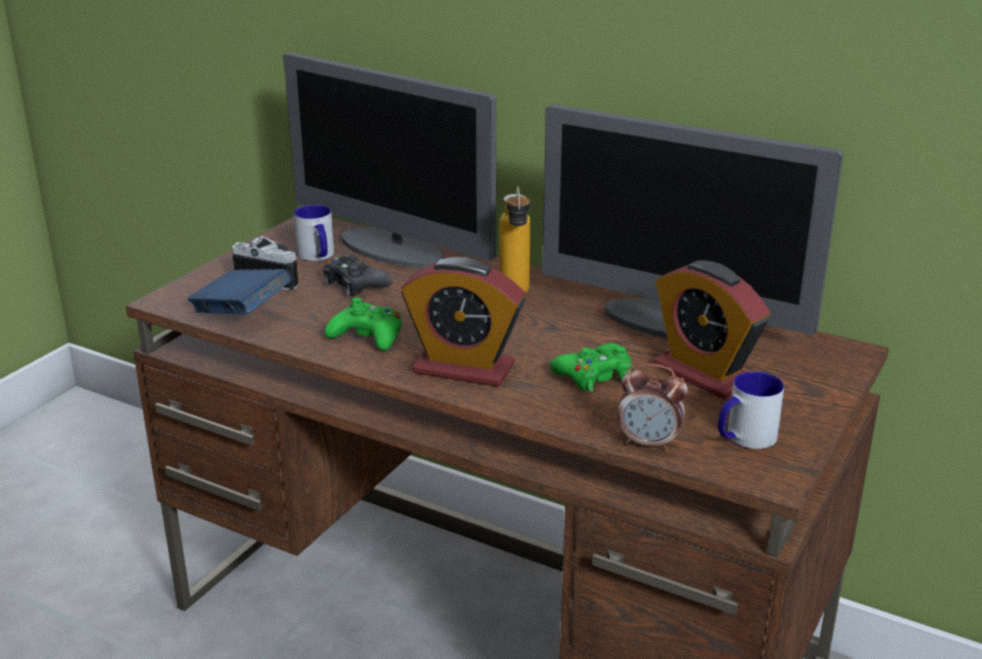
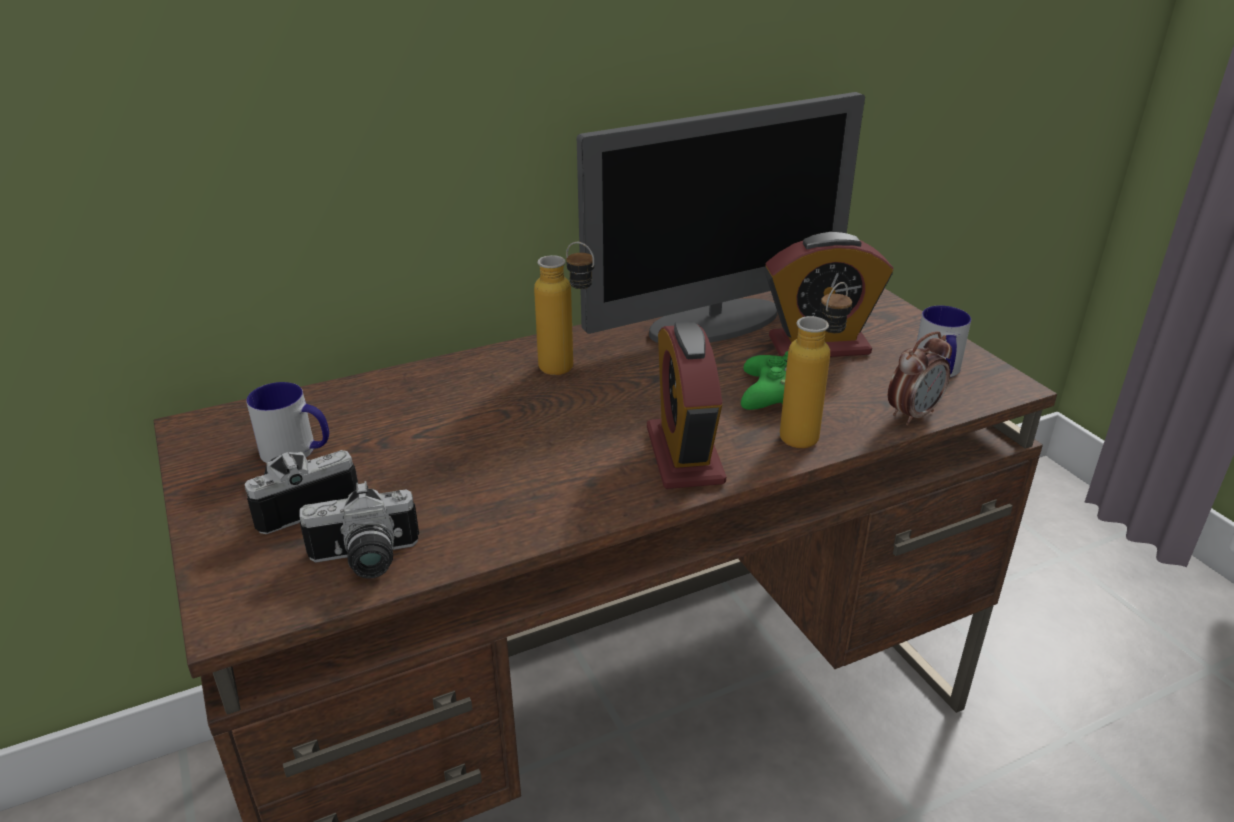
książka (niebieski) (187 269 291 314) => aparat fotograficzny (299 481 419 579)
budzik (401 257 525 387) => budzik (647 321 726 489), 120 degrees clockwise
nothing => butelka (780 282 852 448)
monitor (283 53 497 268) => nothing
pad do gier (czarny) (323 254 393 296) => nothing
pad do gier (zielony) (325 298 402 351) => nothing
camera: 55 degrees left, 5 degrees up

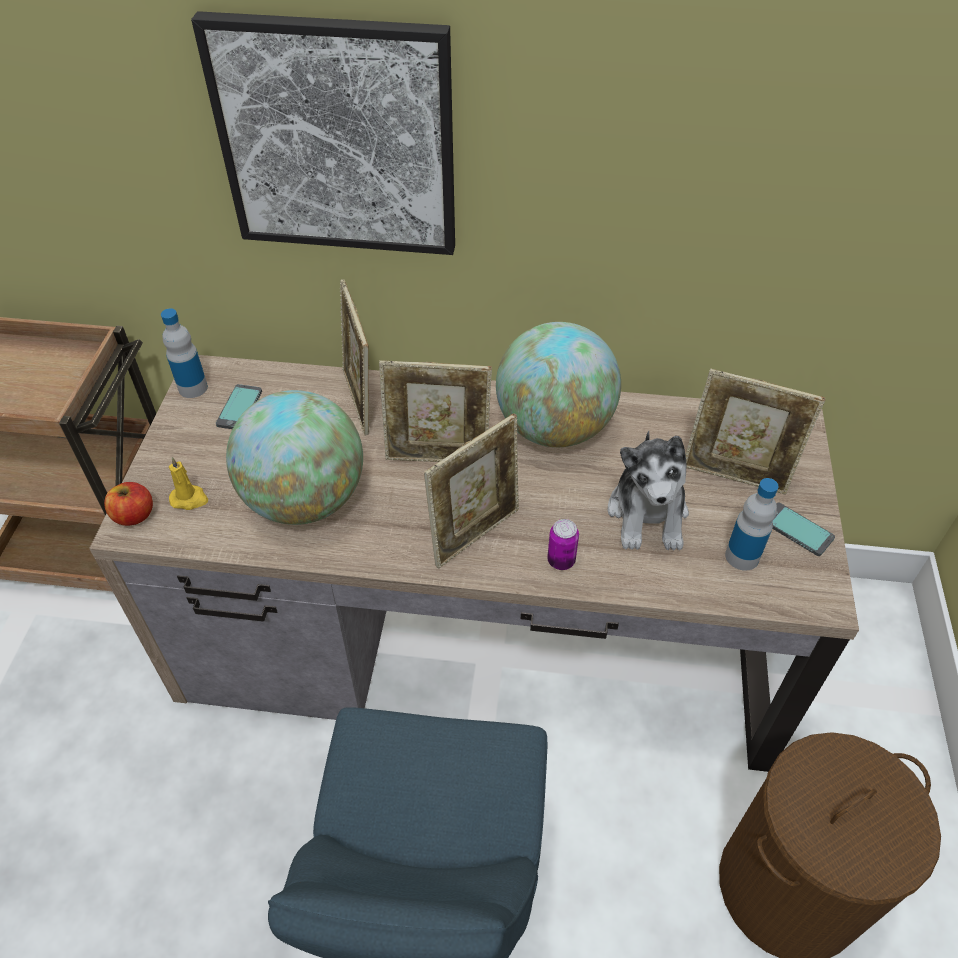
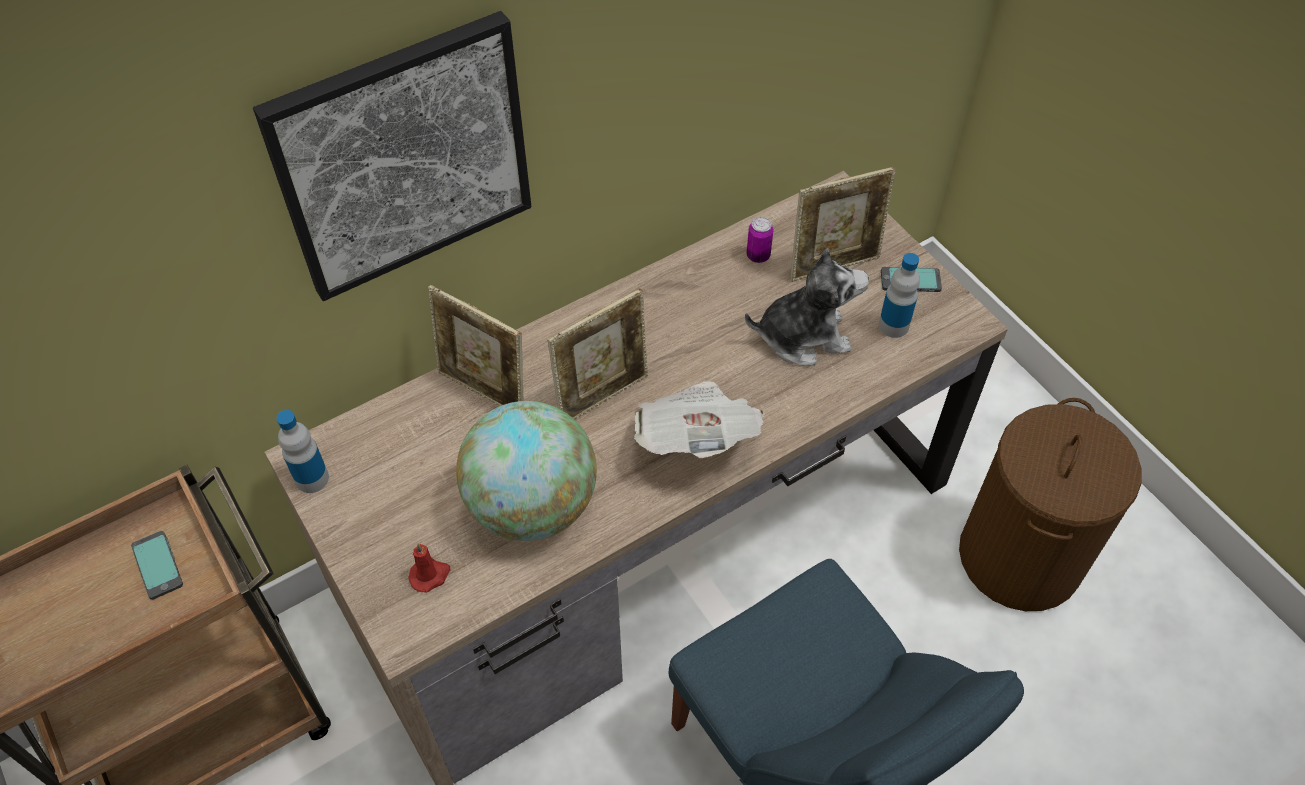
telefon (216 384 262 429) => telefon (131 531 183 600), relocated
świeca (żółty) (169 457 208 510) => świeca (czerwony) (409 543 450 592)
ramka na zdjęcie (424 413 519 569) => gazeta (634 381 764 458)
pluszak (608 431 689 551) => pluszak (745 248 869 366), 60 degrees counterclockwise
puszka (547 519 579 570) => puszka (746 217 774 263), relocated
jabłko (104 482 153 526) => nothing
globus (496 322 621 447) => nothing
camera: 40 degrees left, 5 degrees up

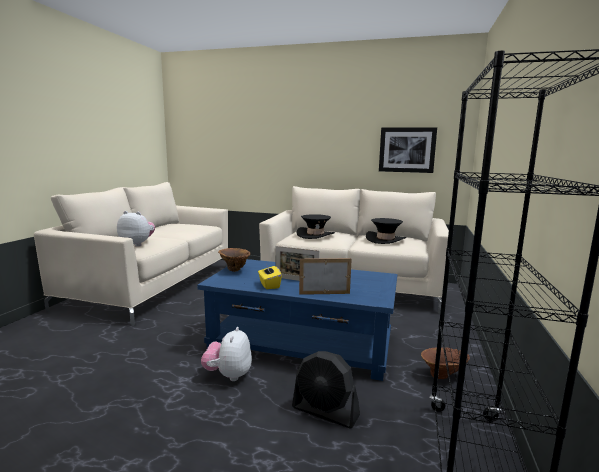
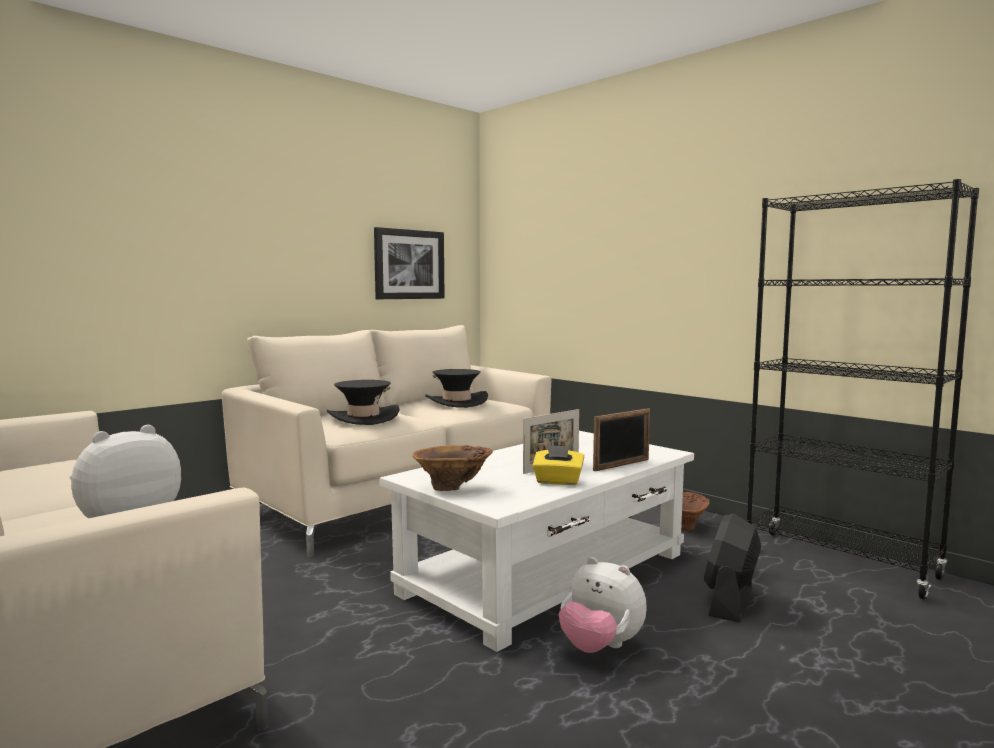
ława (niebieski) (197 259 398 381) => ława (biały) (380 431 694 652)
ramka na zdjęcie (299 258 352 295) => ramka na zdjęcie (593 408 650 471), 150 degrees counterclockwise
wentylator (czarny) (292 351 360 429) => wentylator (czarny) (704 513 762 623), 150 degrees clockwise
camera: 60 degrees left, 5 degrees down

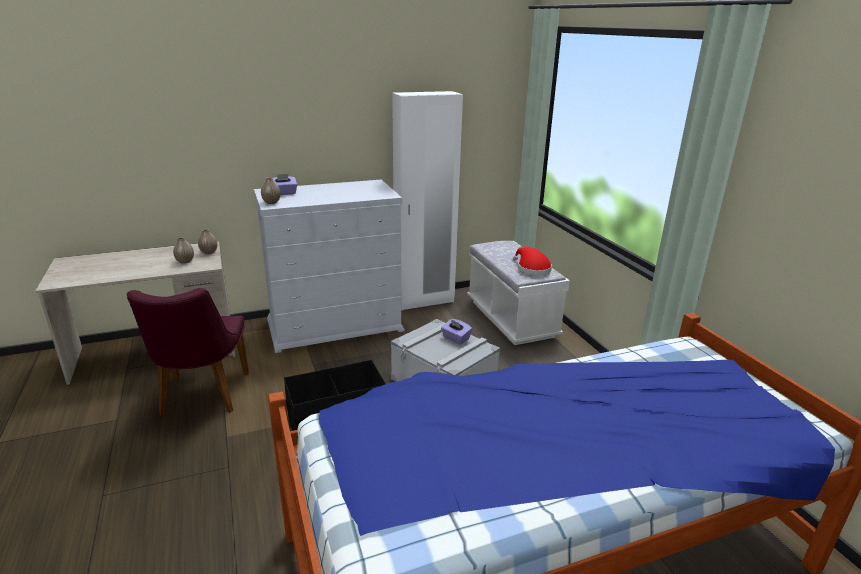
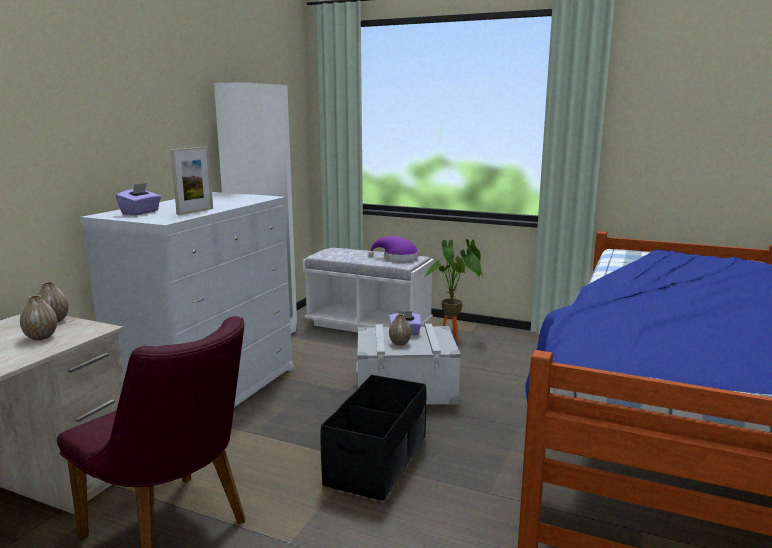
nothing => ramka na zdjęcie (171 147 213 215)
kapelusz (czerwony) (513 247 552 275) => kapelusz (fioletowy) (368 236 419 260)
wazon (261 177 281 204) => wazon (389 314 411 345), relocated
nothing => roślina doniczkowa (425 239 483 340)
camera: 45 degrees left, 10 degrees down

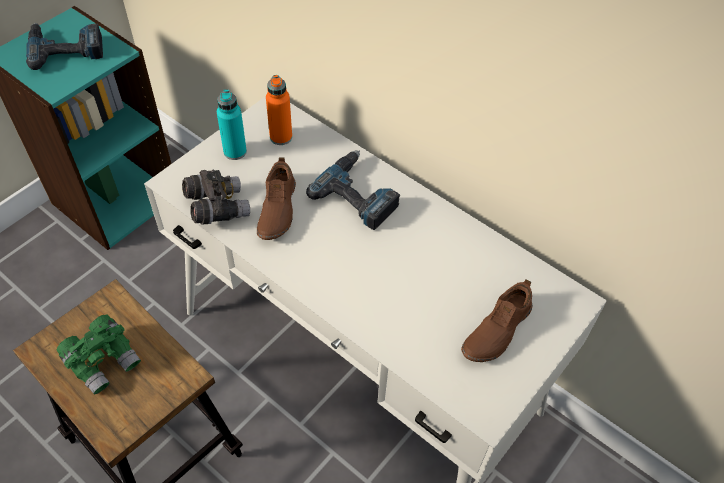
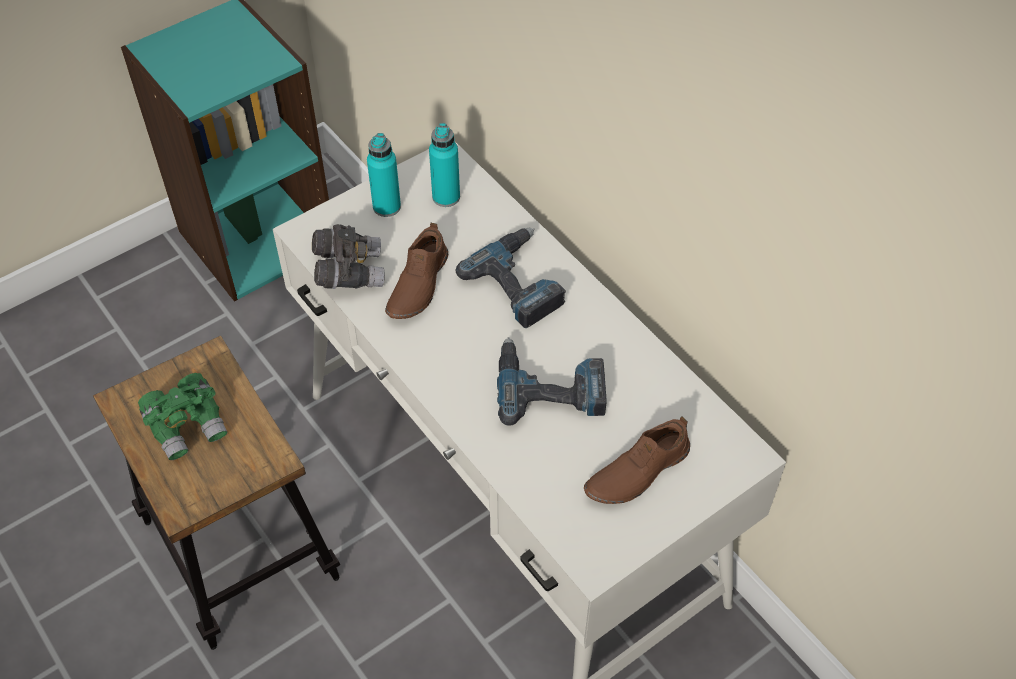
butelka (pomarańczowy) (266 75 292 145) => butelka (turkusowy) (429 123 460 207)
wiertarka (26 23 103 70) => wiertarka (497 337 607 426), relocated
camera: 15 degrees right, 0 degrees up

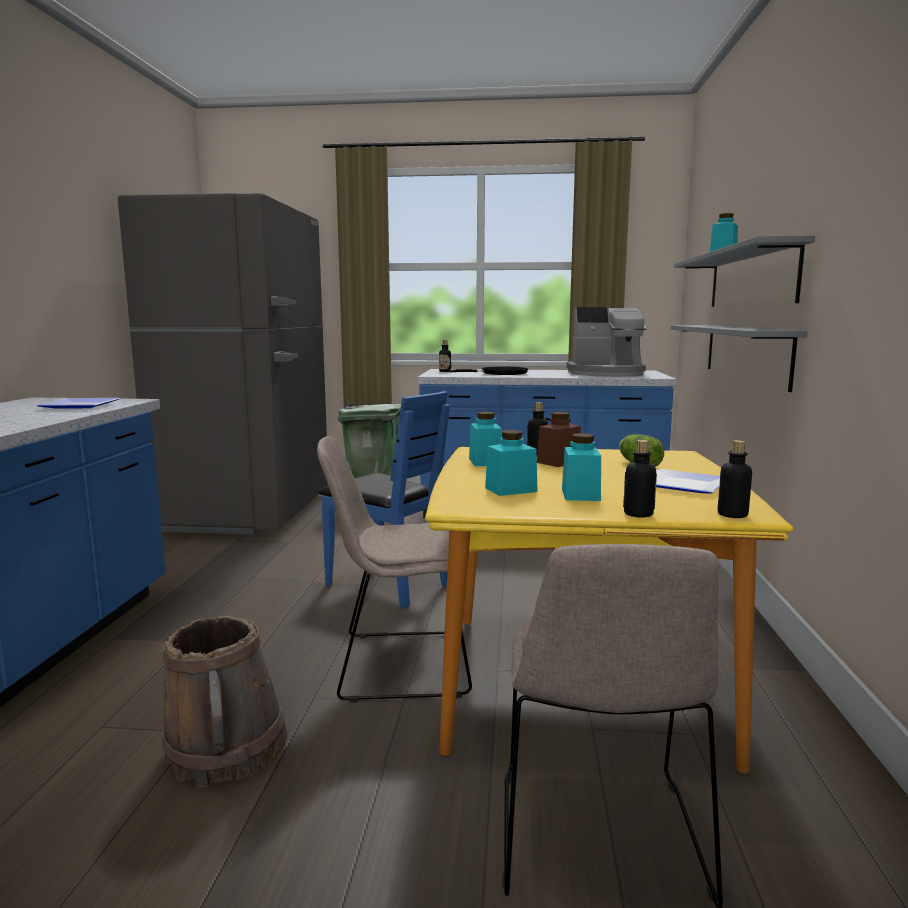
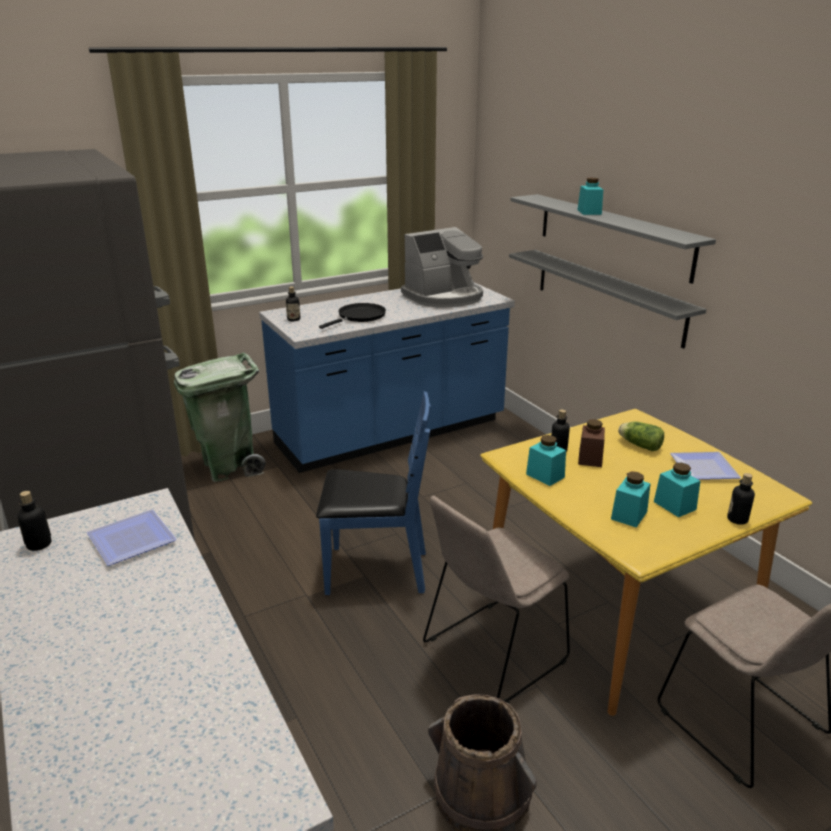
butelka (718 440 752 518) => butelka (17 491 52 551), relocated
camera: 35 degrees left, 15 degrees up

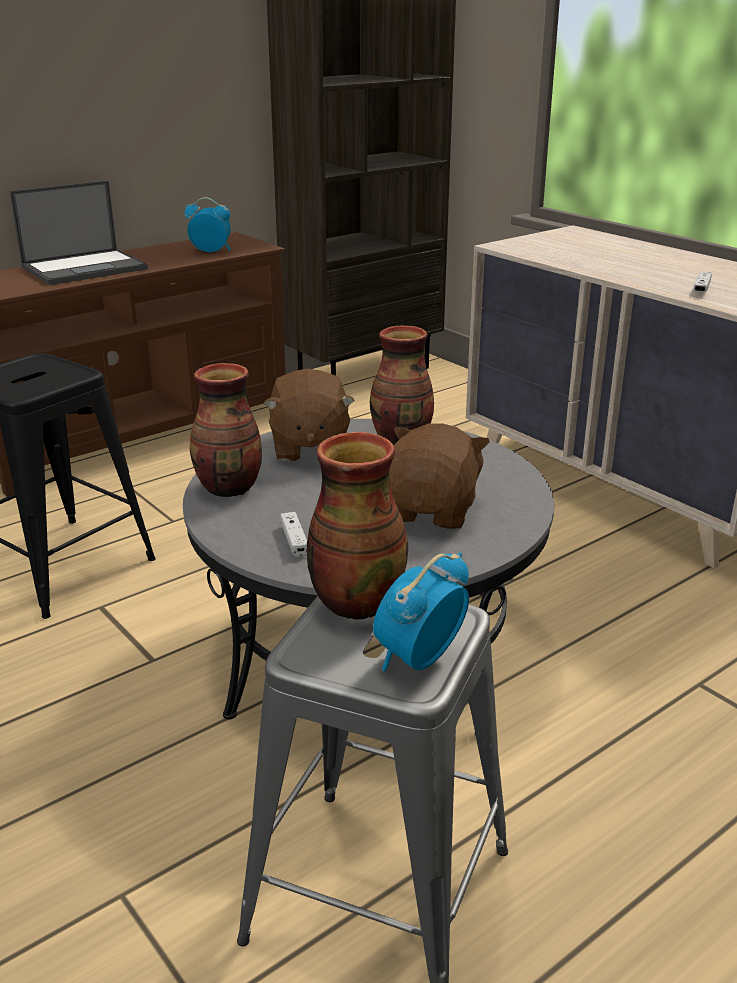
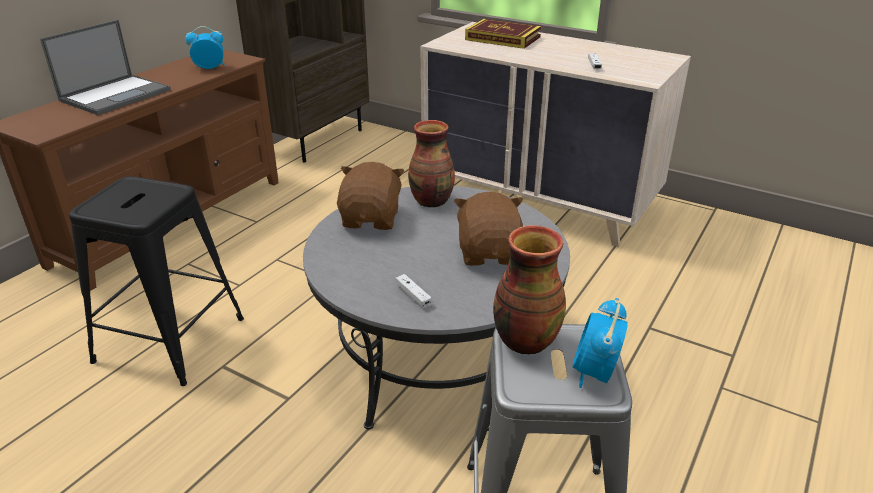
pluszak (brązowy) (263 368 355 462) => pluszak (brązowy) (337 162 404 230), 150 degrees counterclockwise
nothing => książka (465 19 541 49)
wazon (190 363 262 497) => nothing
camera: 20 degrees left, 5 degrees up

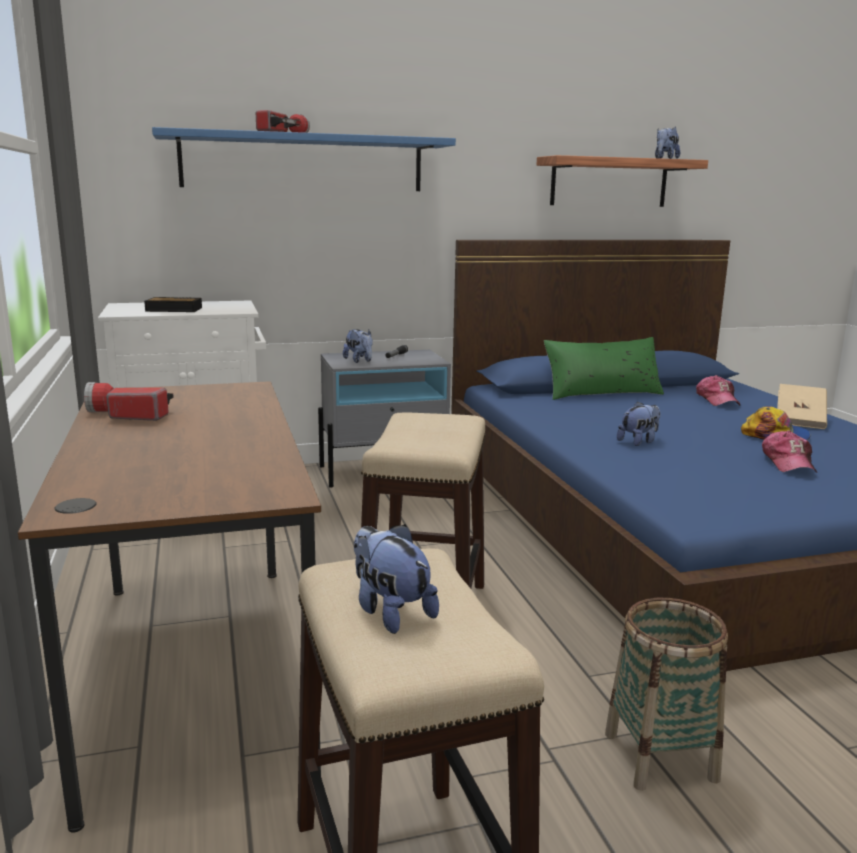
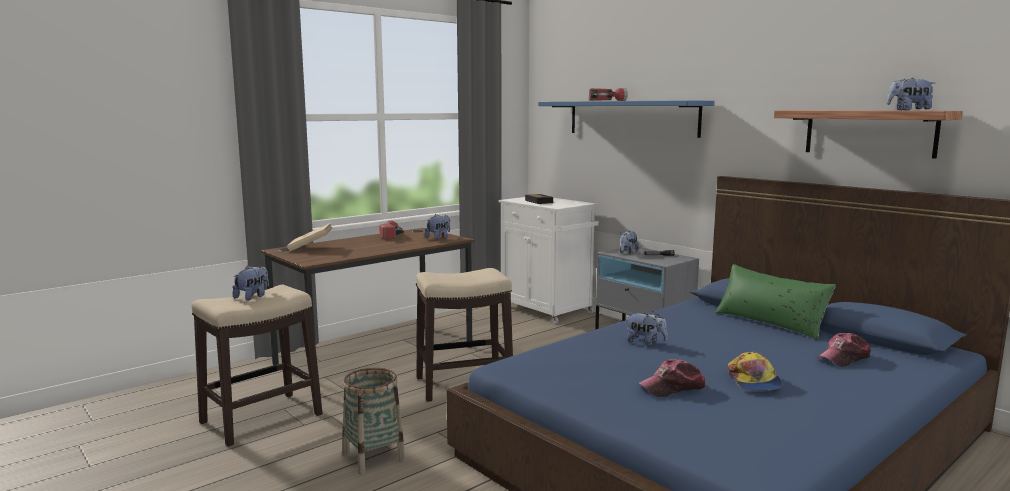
książka (beżowy) (777 384 827 429) => książka (beżowy) (287 223 333 251), relocated
nothing => pluszak (425 214 450 240)
camera: 65 degrees right, 5 degrees down

